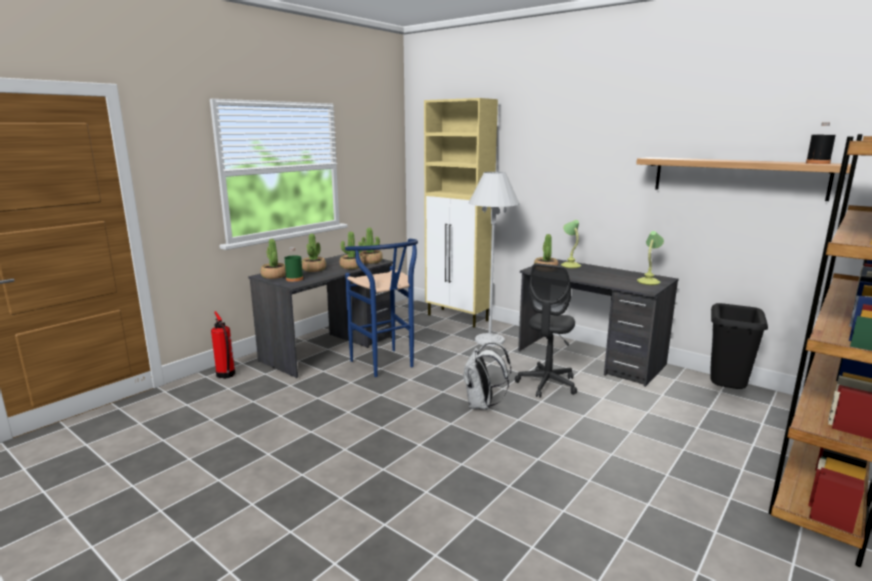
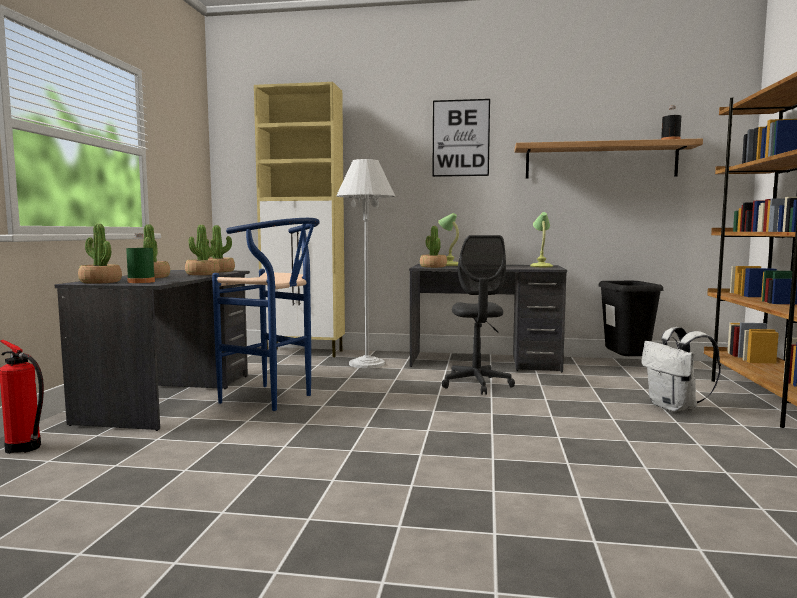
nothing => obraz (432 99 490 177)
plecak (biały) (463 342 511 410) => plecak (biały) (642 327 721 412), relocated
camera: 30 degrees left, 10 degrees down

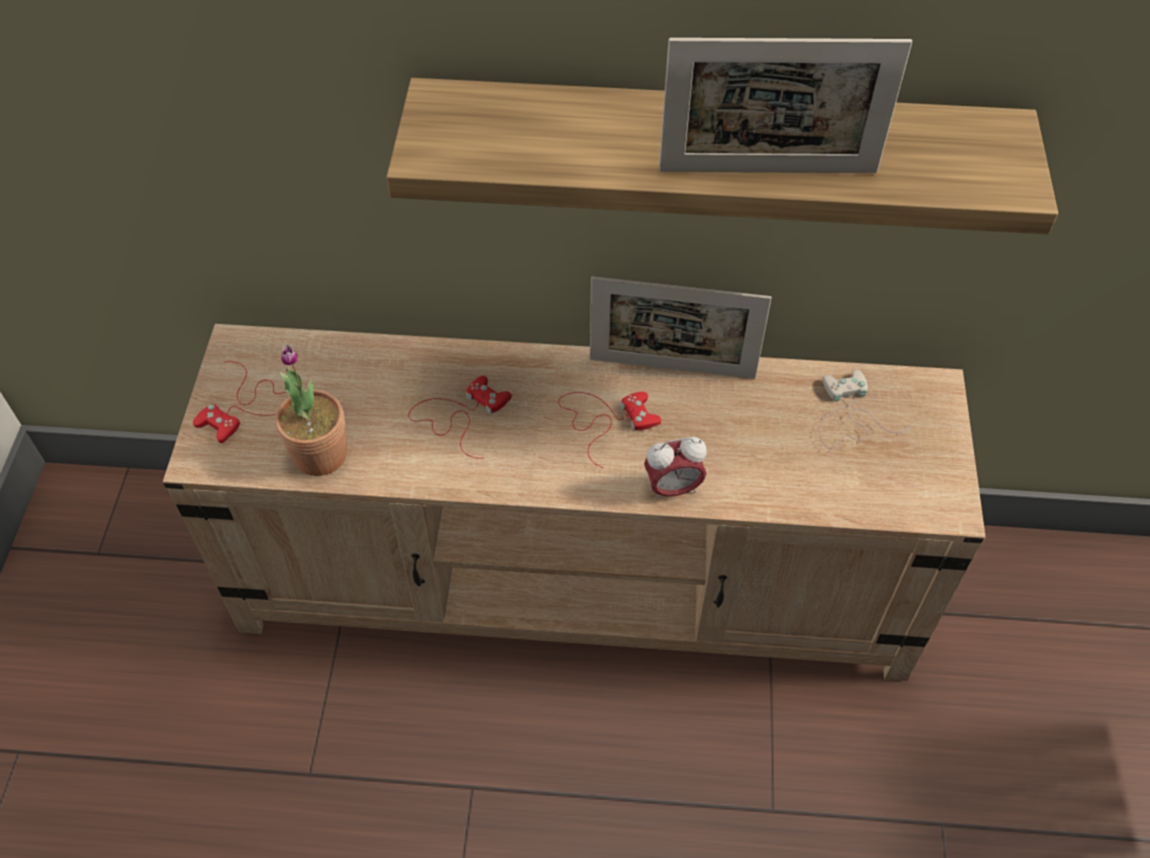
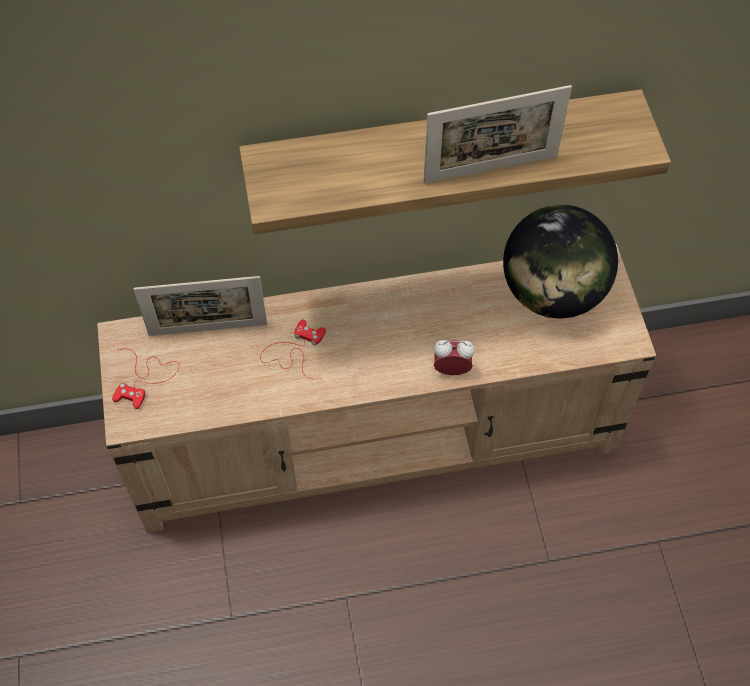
ramka na zdjęcie (590 276 772 379) => ramka na zdjęcie (133 276 267 336), relocated
budzik (644 437 707 500) => budzik (434 340 475 375), 150 degrees counterclockwise
pad do gier (biały) (819 370 914 449) => globus (503 205 618 318)
roślina doniczkowa (275 345 347 476) => nothing
pad do gier (czerwony) (558 392 661 468) => nothing
camera: 15 degrees left, 5 degrees up

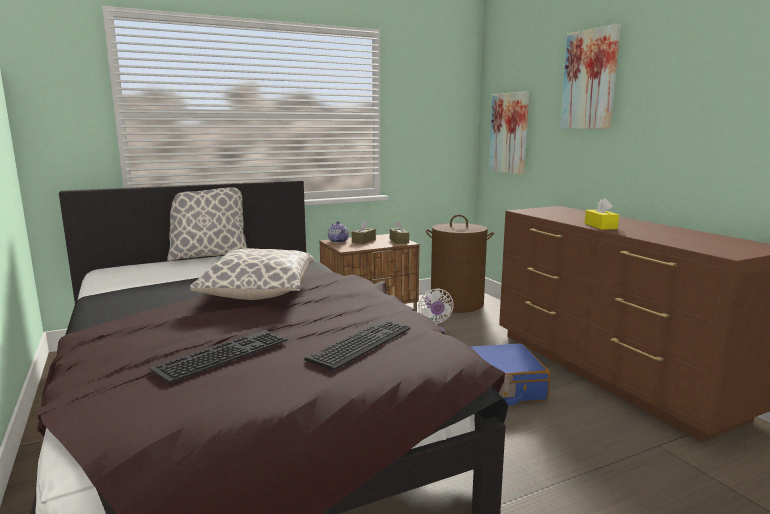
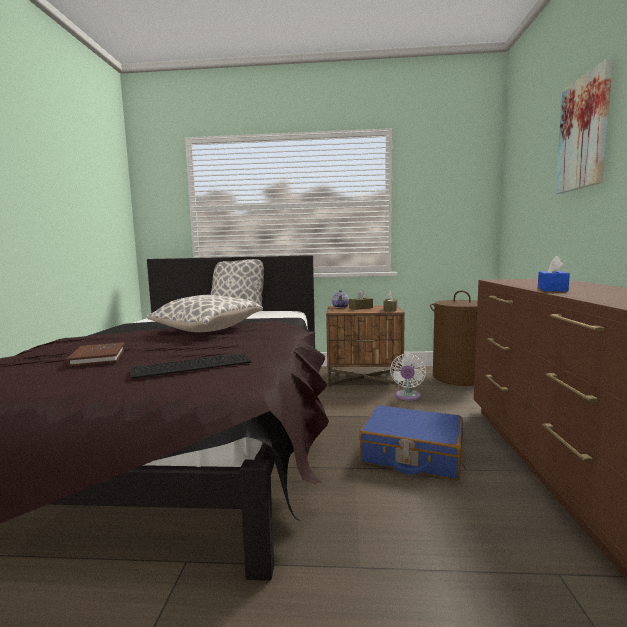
klawiatura (149 330 288 383) => książka (brązowy) (66 342 125 367)
pudełko chusteczek (żółty) (585 198 619 230) => pudełko chusteczek (niebieski) (538 256 570 292)
obraz (489 91 529 175) => nothing
camera: 30 degrees right, 5 degrees down

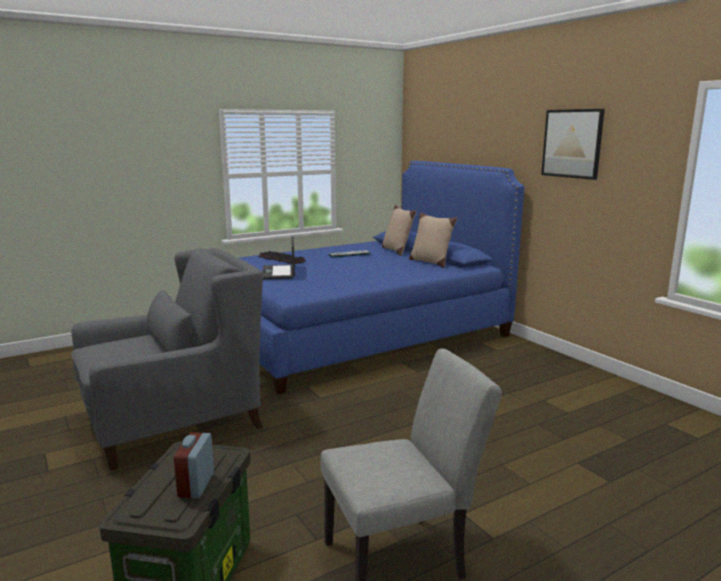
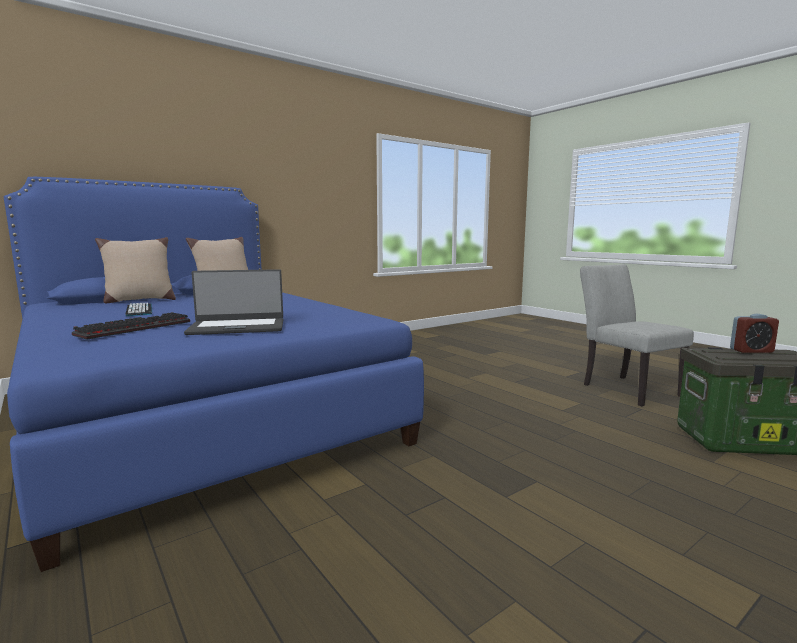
fotel (szary) (71 248 263 470) => nothing
obraz (541 109 605 180) => nothing
camera: 95 degrees left, 5 degrees down

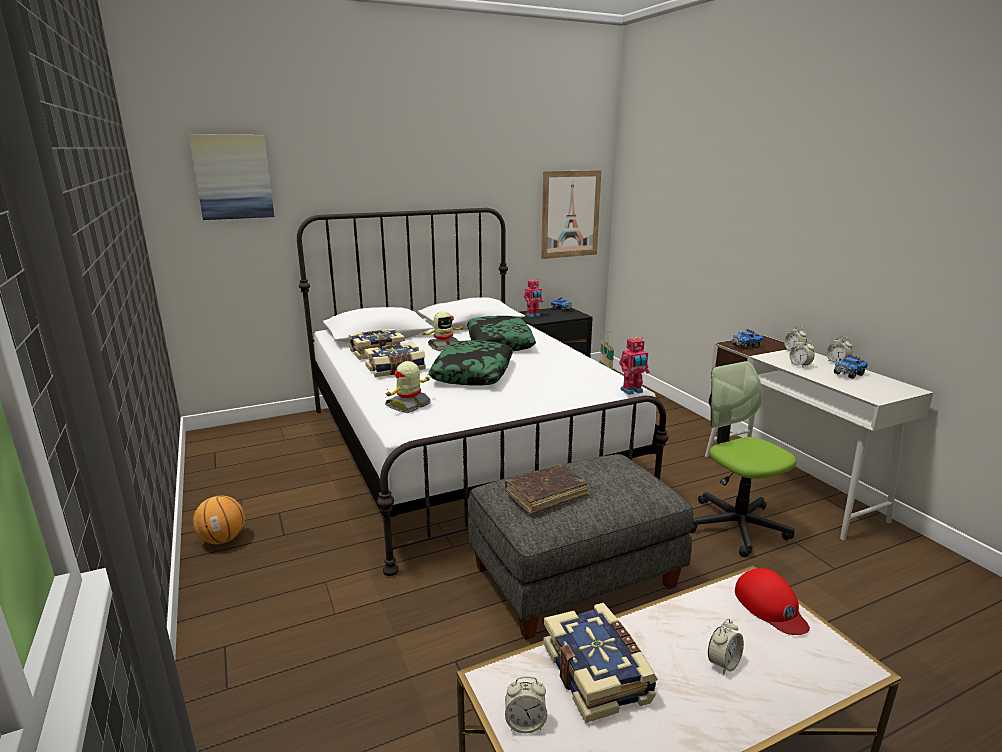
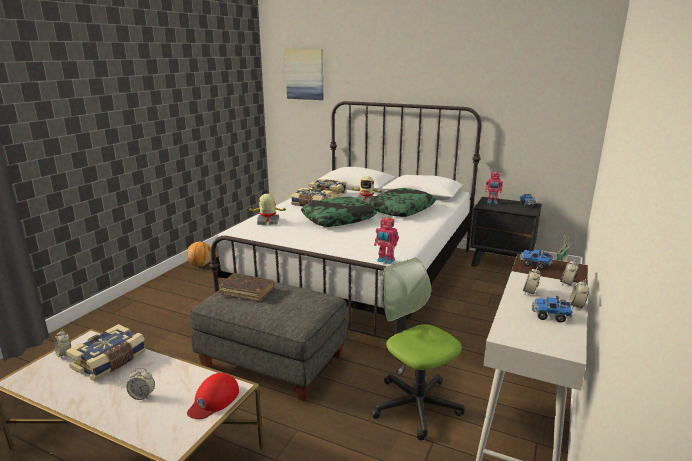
krzesło biurowe (689 361 797 557) => krzesło biurowe (371 258 465 440), 60 degrees counterclockwise
obraz (541 170 601 259) => nothing
camera: 50 degrees right, 0 degrees up

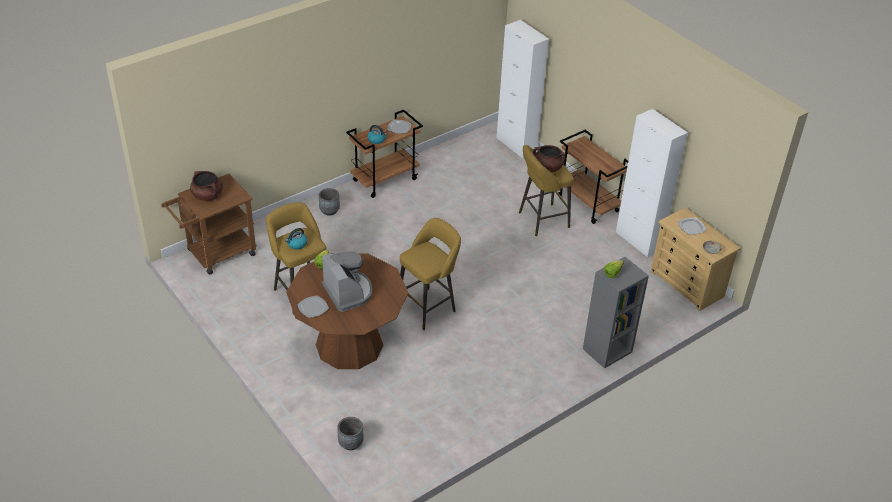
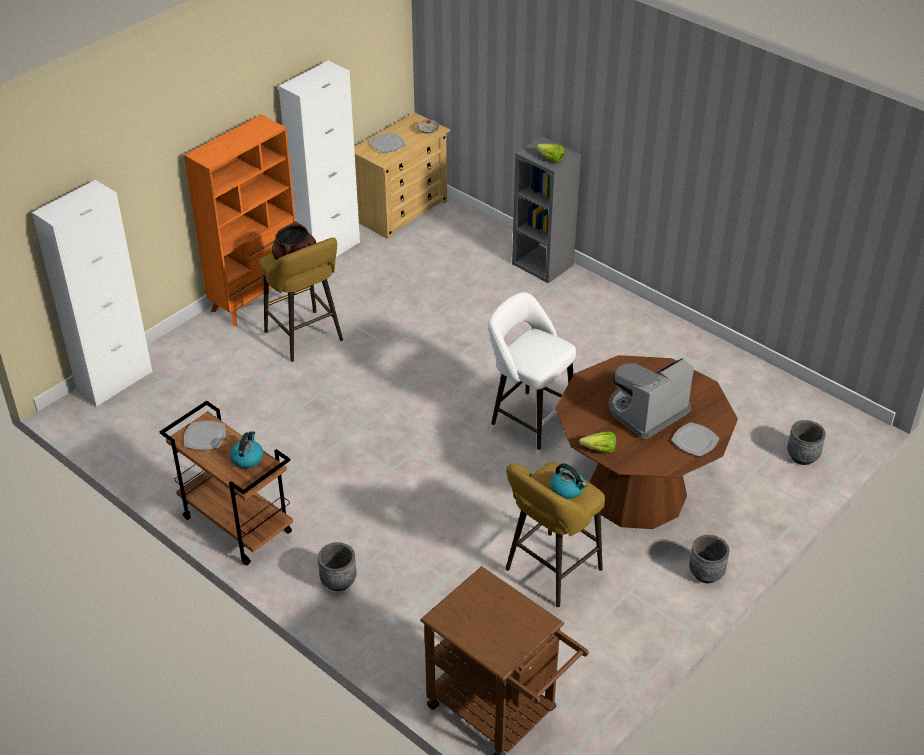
wózek (brązowy) (558 130 628 224) => regał (pomarańczowy) (184 115 296 326)
stołek (żółty) (400 218 461 330) => stołek (biały) (488 292 576 458)
nothing => donica (szary) (689 535 729 583)
garnek (brązowy) (190 171 223 201) => nothing
camera: 100 degrees left, 0 degrees up

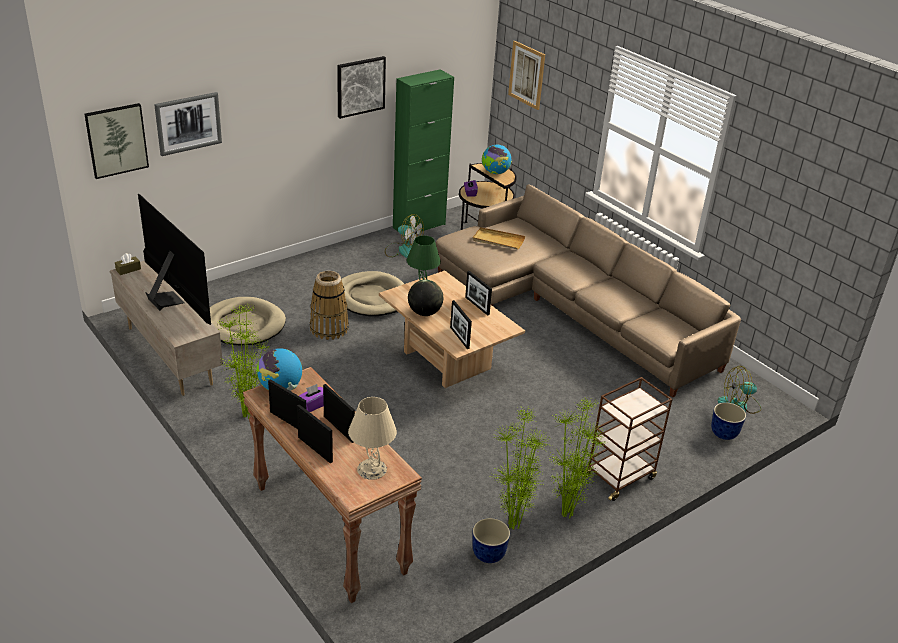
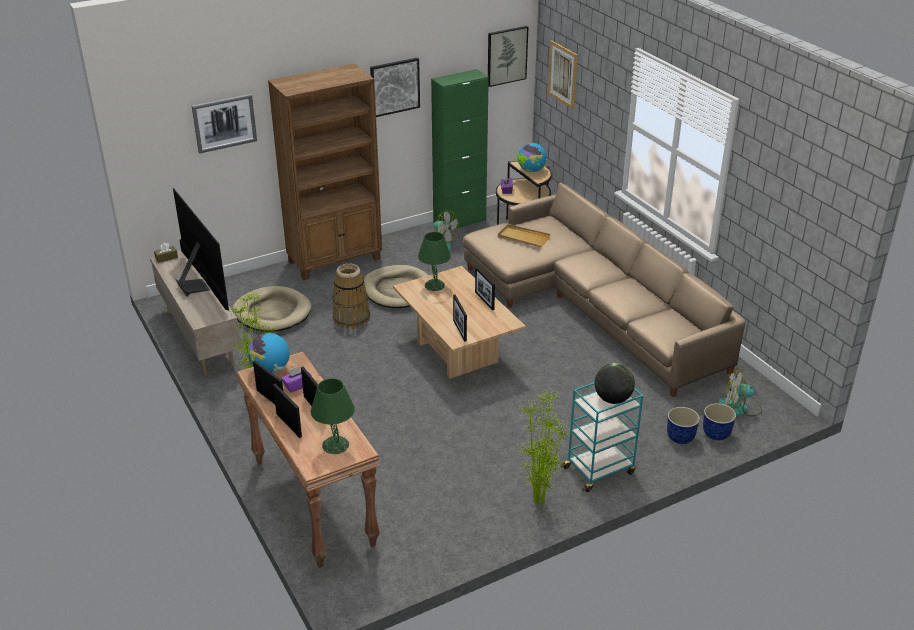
nothing => regał (brązowy) (268 63 382 280)
lampa stołowa (beżowy) (348 397 397 480) => lampa stołowa (zielony) (311 378 355 454)
obraz (84 103 149 179) => obraz (488 26 528 87), relocated
wózek (brązowy) (581 377 673 501) => wózek (turkusowy) (561 382 643 492)
globus (408 279 443 316) => globus (595 363 635 404), relocated
donica (473 518 510 563) => donica (667 407 700 444), relocated
roślina doniczkowa (494 405 552 530) => nothing
camera: 10 degrees right, 0 degrees up

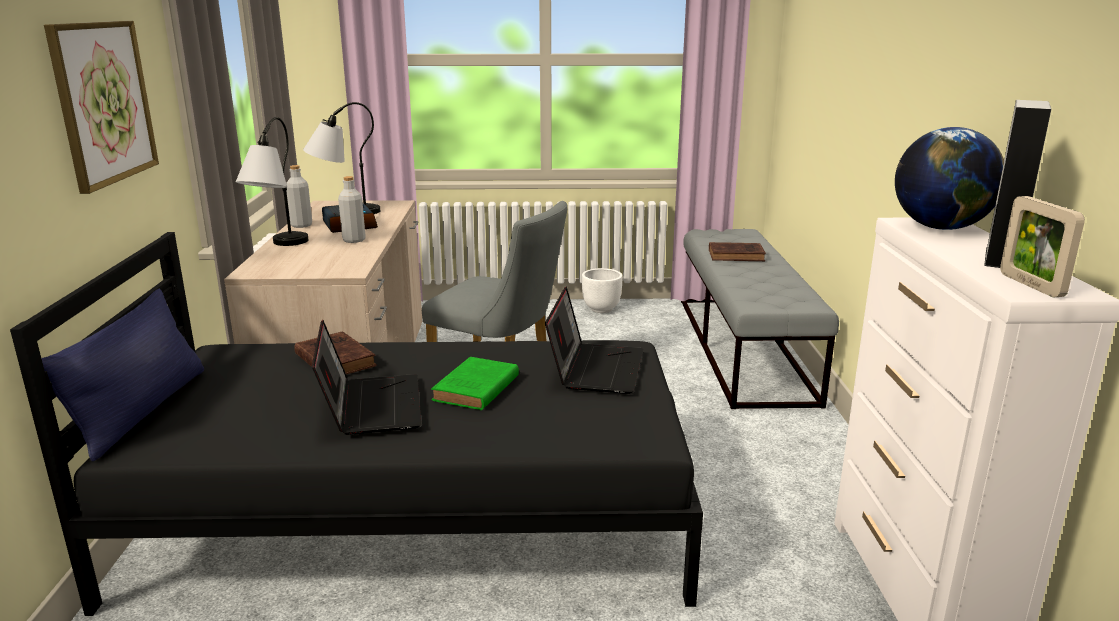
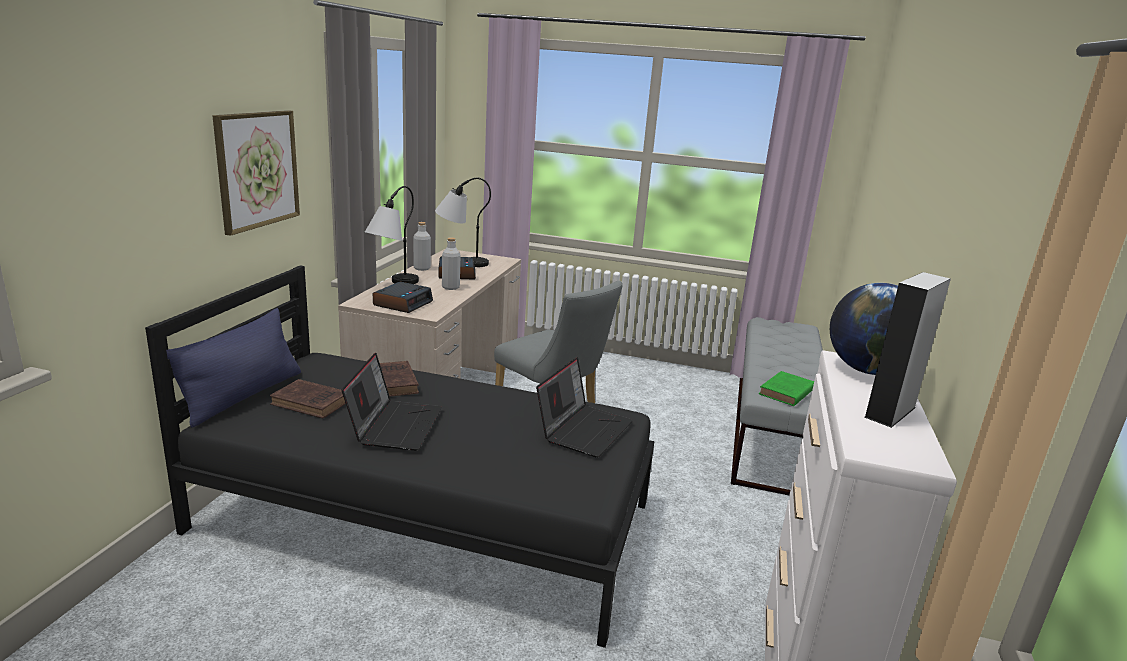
książka (brązowy) (709 242 766 261) => książka (brązowy) (270 379 346 419), relocated
nothing => budzik (373 282 433 313)
książka (zielony) (431 357 519 410) => książka (zielony) (759 371 814 406), relocated
donica (biały) (582 268 622 313) => nothing
ramka na zdjęcie (1000 196 1085 297) => nothing
camera: 15 degrees right, 0 degrees up

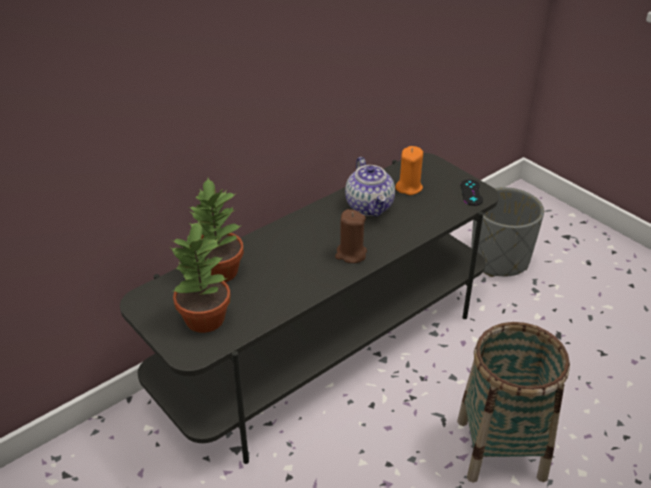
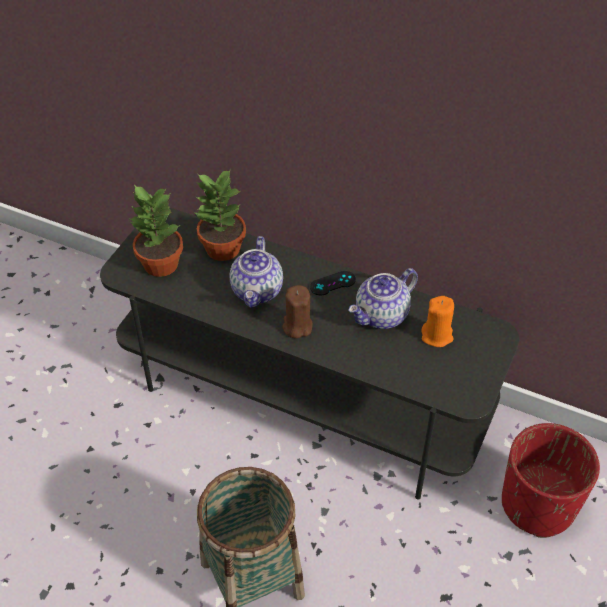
nothing => imbryk (230 236 283 308)
pad do gier (czarny) (461 179 483 206) => pad do gier (czarny) (310 271 356 295), relocated
donica (szary) (471 187 544 277) => donica (czerwony) (502 423 600 538)
camera: 65 degrees right, 10 degrees up

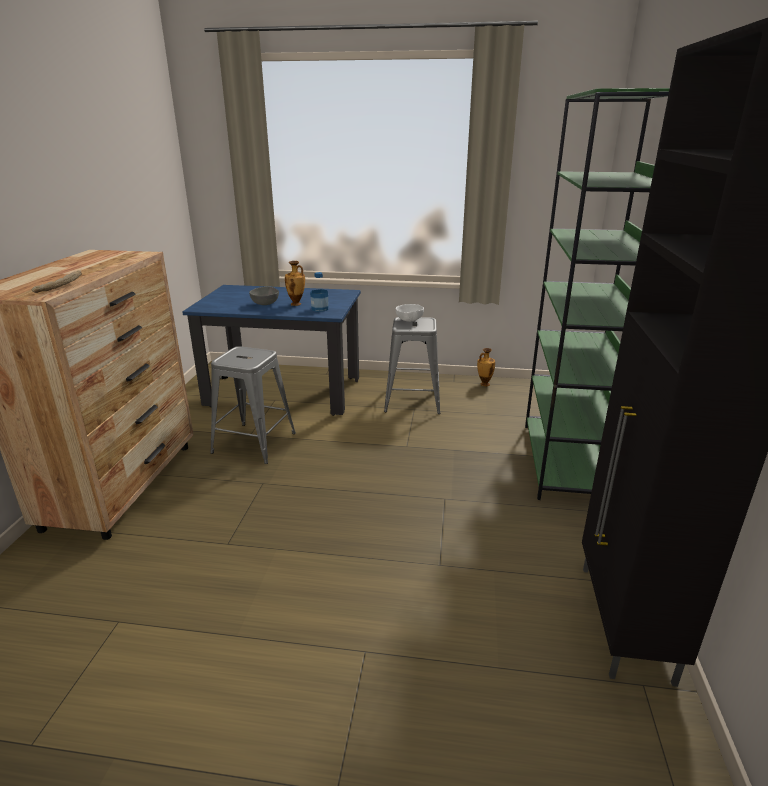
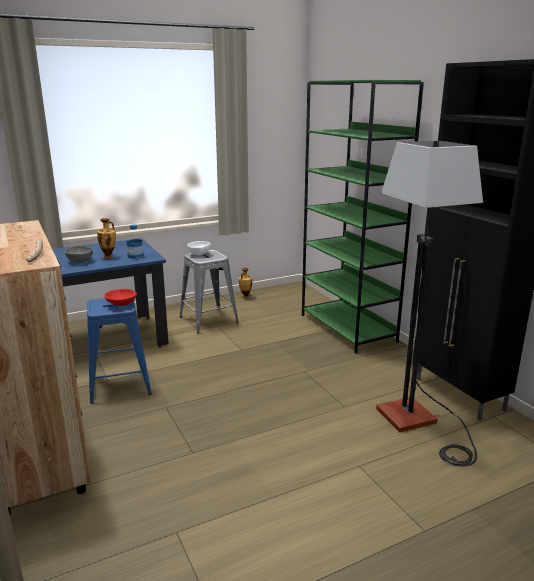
stołek (szary) (210 346 296 464) => stołek (niebieski) (87 298 152 404)
nothing => miska (czerwony) (104 289 137 306)
nothing => lampa stojąca (376 140 483 466)
camera: 35 degrees left, 5 degrees down

